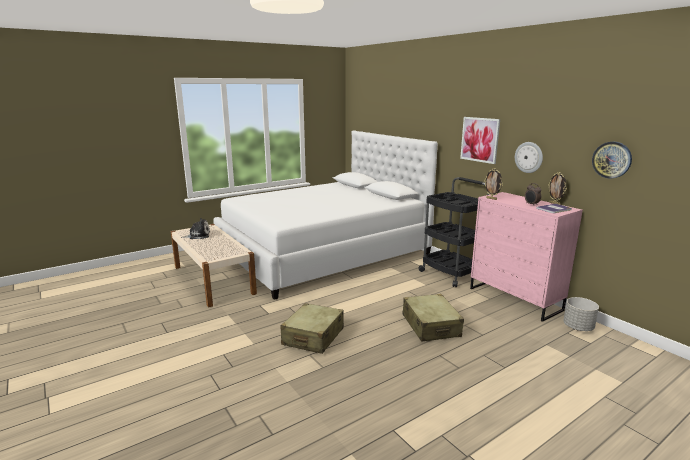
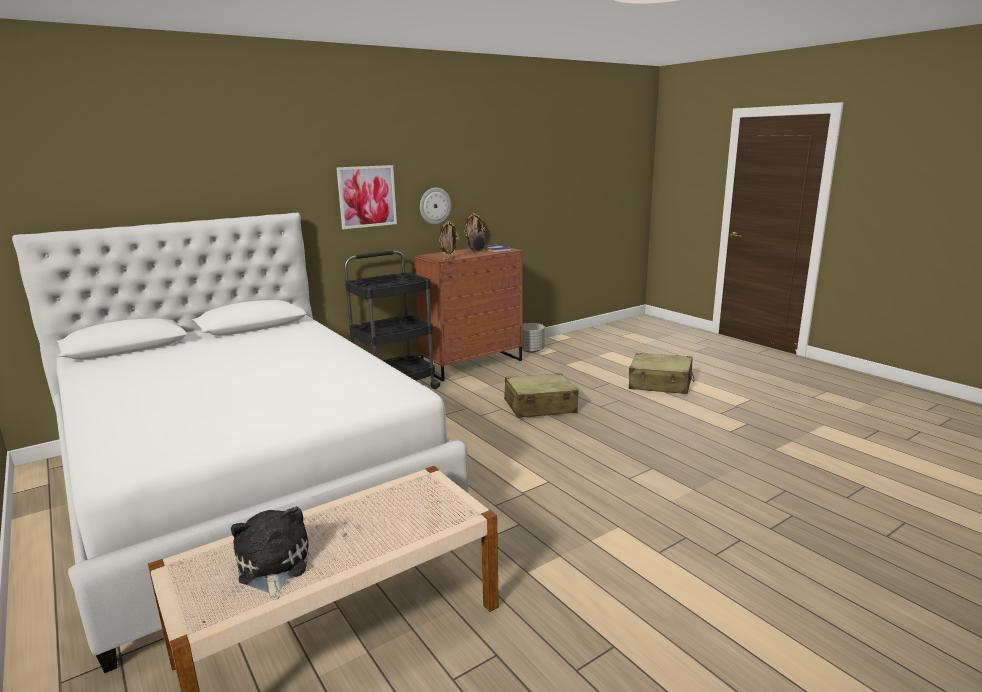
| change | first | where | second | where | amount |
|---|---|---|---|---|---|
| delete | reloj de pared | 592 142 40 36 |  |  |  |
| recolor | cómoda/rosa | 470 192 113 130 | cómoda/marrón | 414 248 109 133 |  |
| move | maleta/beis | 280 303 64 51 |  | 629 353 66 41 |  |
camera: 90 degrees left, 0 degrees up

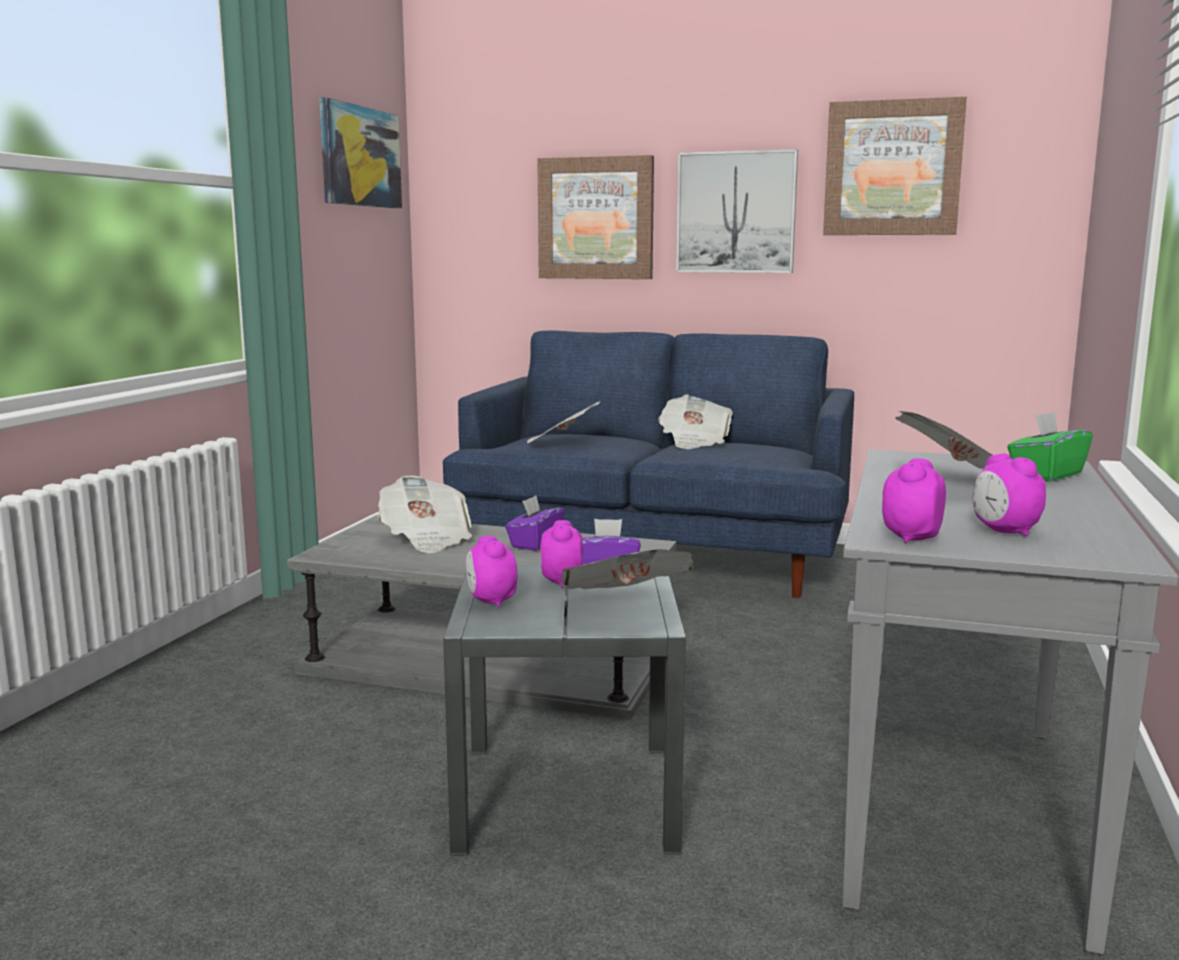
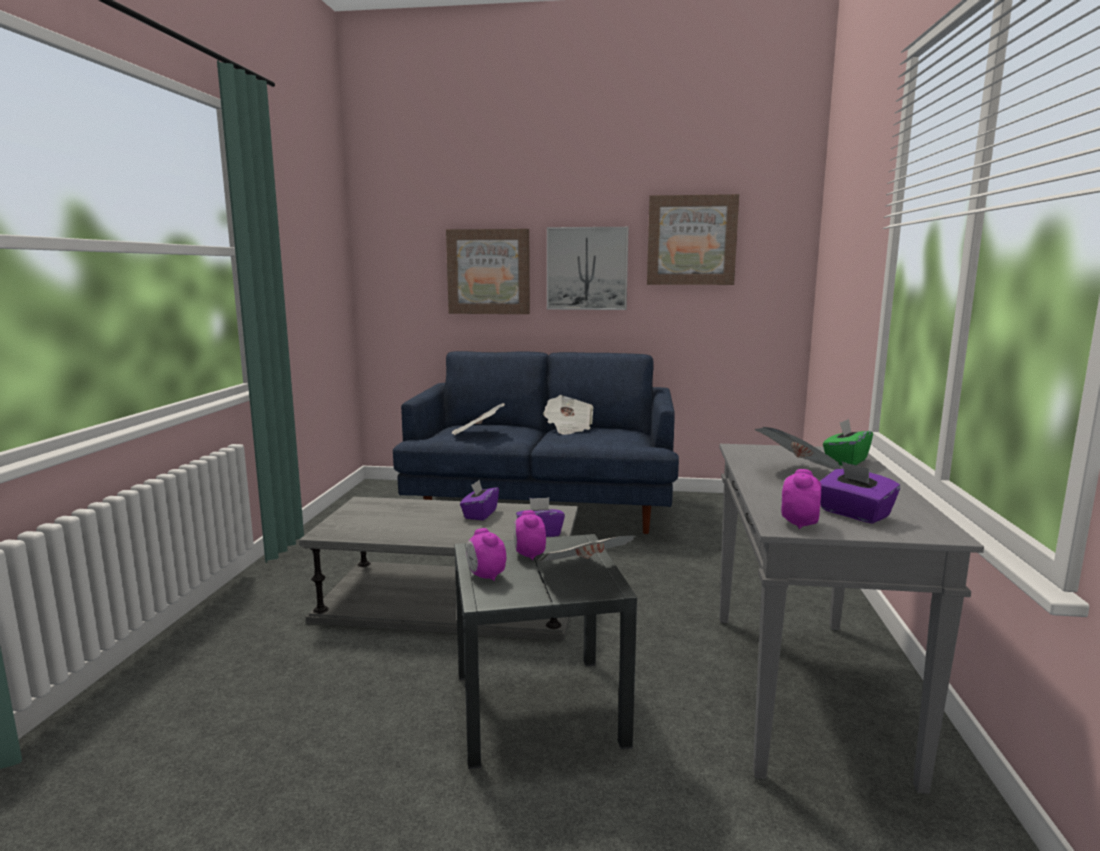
| change | first | where | second | where | amount |
|---|---|---|---|---|---|
| delete | cuadro | 319 97 83 111 |  |  |  |
| replace | despertador | 972 453 74 83 | caja de pañuelos/morado | 820 462 80 62 |  |
| delete | periódico | 378 475 94 78 |  |  |  |
camera: 10 degrees left, 0 degrees up

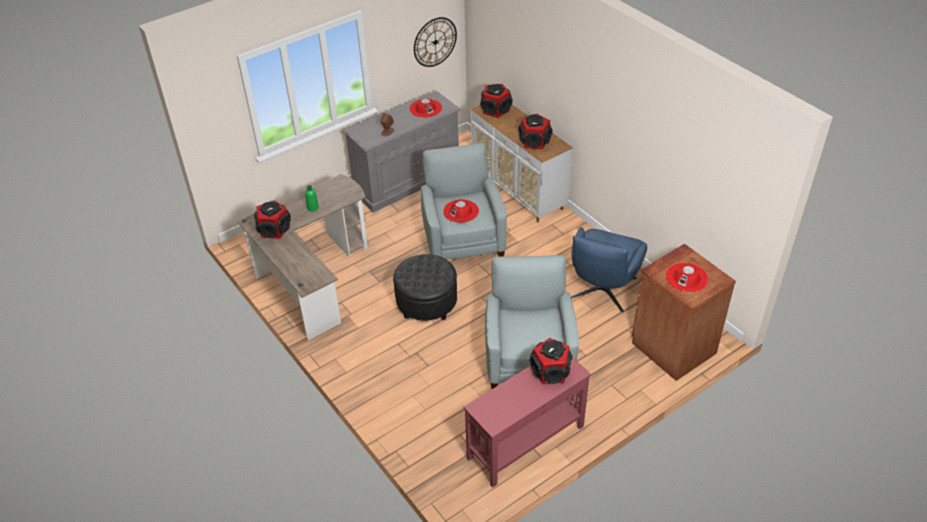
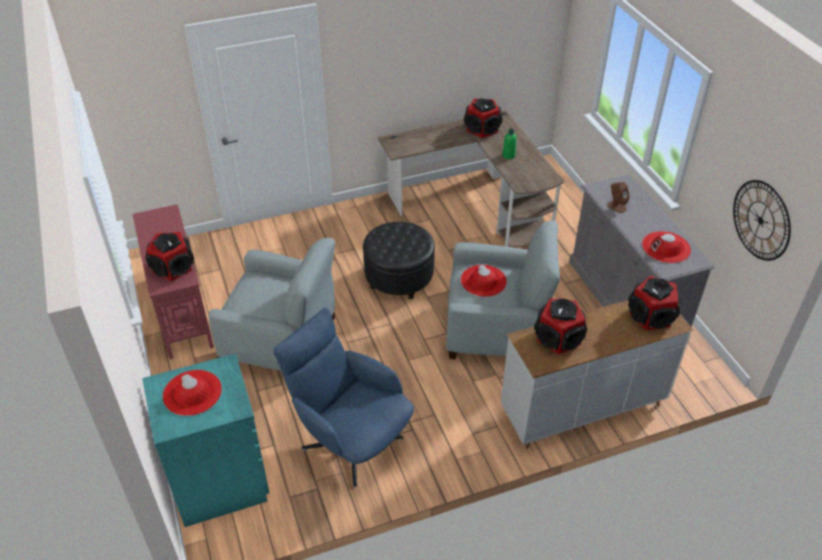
| change | first | where | second | where | amount |
|---|---|---|---|---|---|
| recolor | cómoda/marrón | 632 244 104 137 | cómoda/turquesa | 142 353 128 174 |  |
camera: 105 degrees right, 0 degrees up

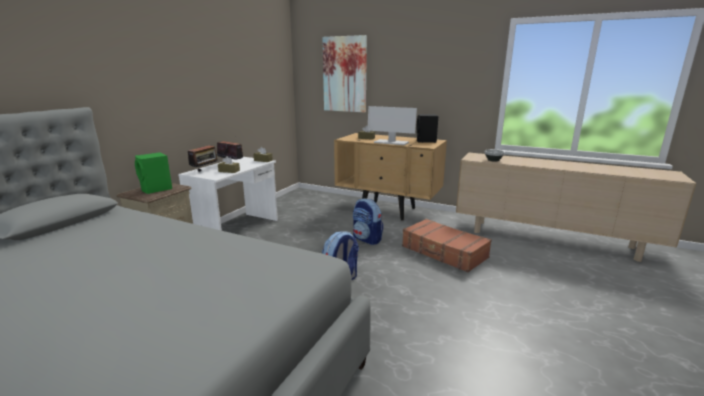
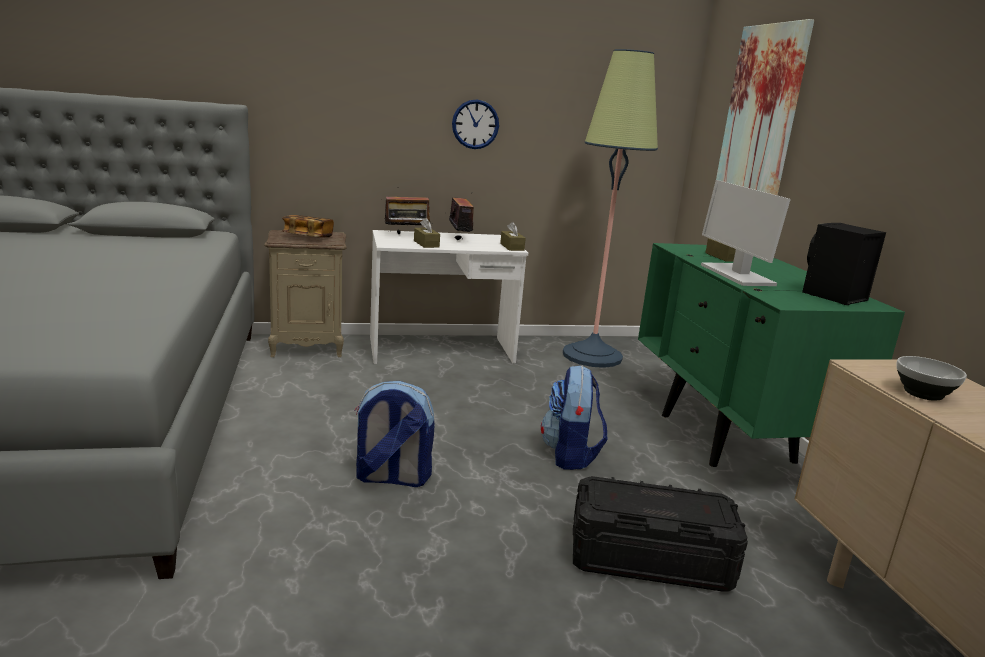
| change | first | where | second | where | amount |
|---|---|---|---|---|---|
| recolor | cómoda/beis | 334 133 113 87 | cómoda/verde | 638 243 267 224 |  |
| replace | altavoz/verde | 135 152 37 42 | libro | 282 215 52 23 |  |
| replace | maleta/marrón | 402 219 90 53 | caja de almacenaje/negro | 573 476 175 116 |  |
| insert |  |  | lámpara de pie | 563 49 95 319 |  |
| insert |  |  | reloj de pared | 452 100 47 49 |  |
camera: 50 degrees right, 0 degrees up

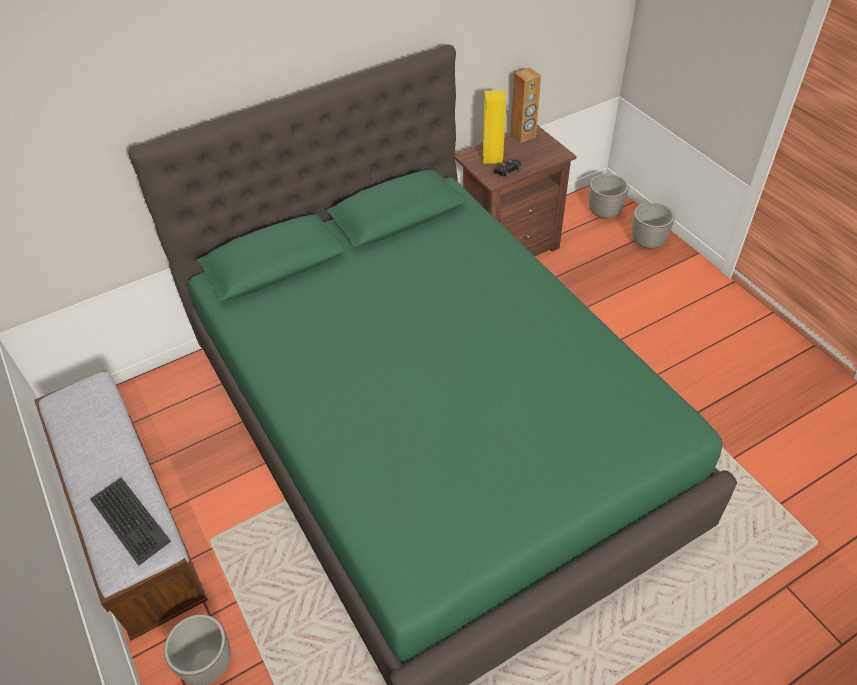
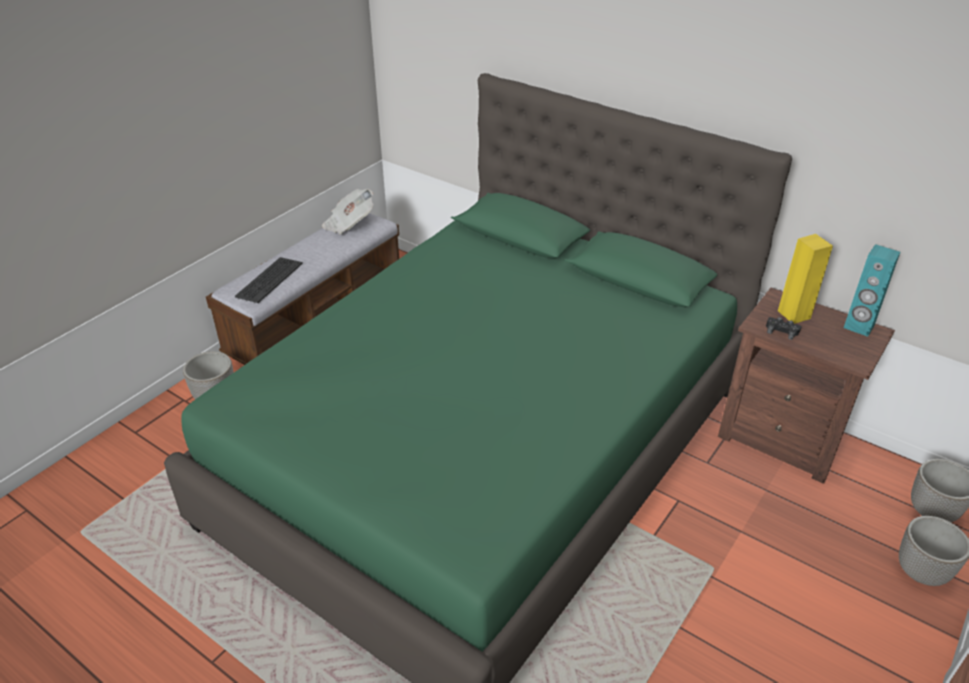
| change | first | where | second | where | amount |
|---|---|---|---|---|---|
| recolor | altavoz/marrón | 511 68 30 75 | altavoz/turquesa | 844 244 56 93 |  |
| insert |  |  | periódico | 322 189 52 46 |  |
camera: 65 degrees right, 10 degrees down

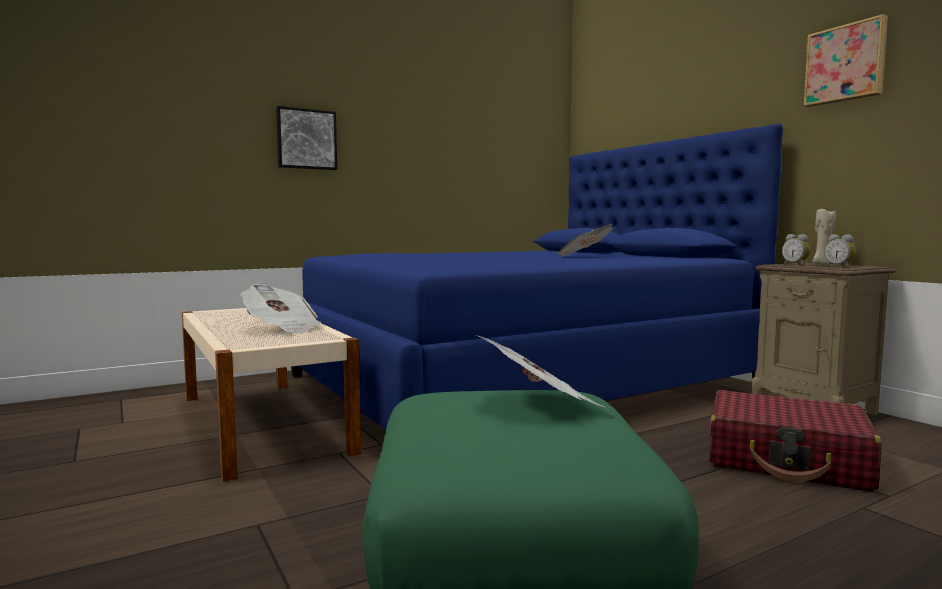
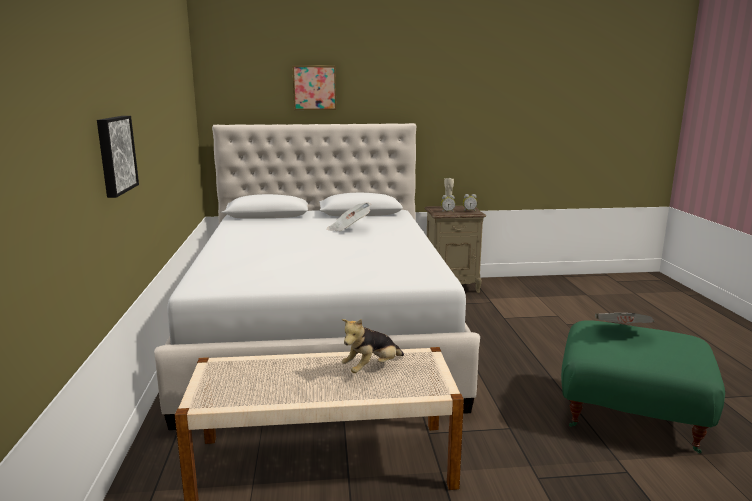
| change | first | where | second | where | amount |
|---|---|---|---|---|---|
| move | cuadro | 803 14 85 93 |  | 292 66 44 44 |  |
| recolor | cama/azul | 291 123 492 307 | cama/blanco | 154 123 326 307 |  |
| replace | periódico | 241 284 80 50 | peluche | 342 319 62 54 |  |
| delete | maleta/rojo | 709 390 173 102 |  |  |  |
camera: 65 degrees left, 10 degrees up

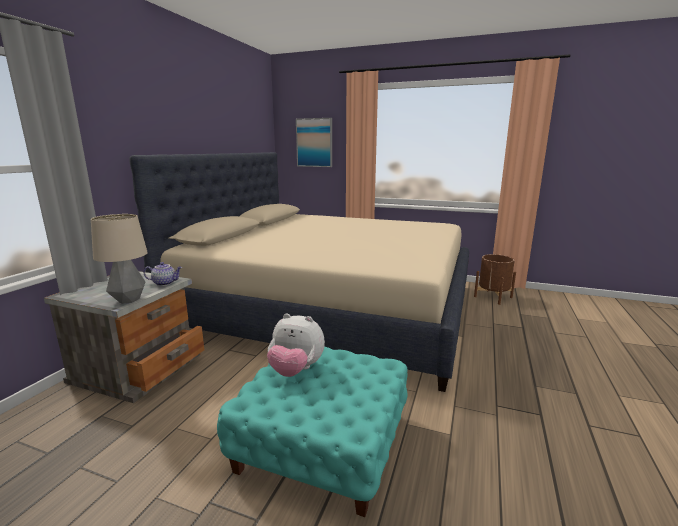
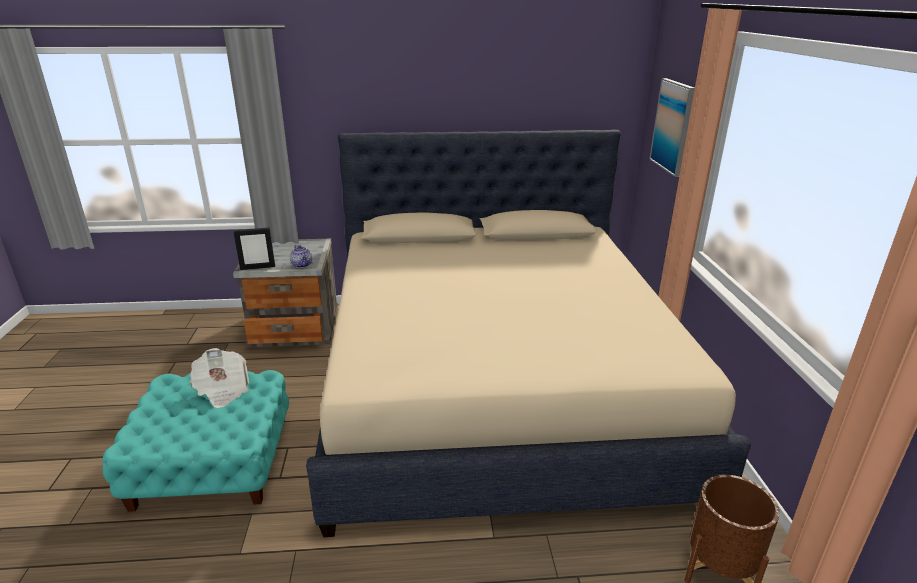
| change | first | where | second | where | amount |
|---|---|---|---|---|---|
| replace | lámpara de mesa | 91 214 57 90 | portarretratos | 234 227 41 43 |  |
| replace | peluche | 267 313 58 64 | periódico | 190 348 59 60 |  |
camera: 65 degrees right, 10 degrees up

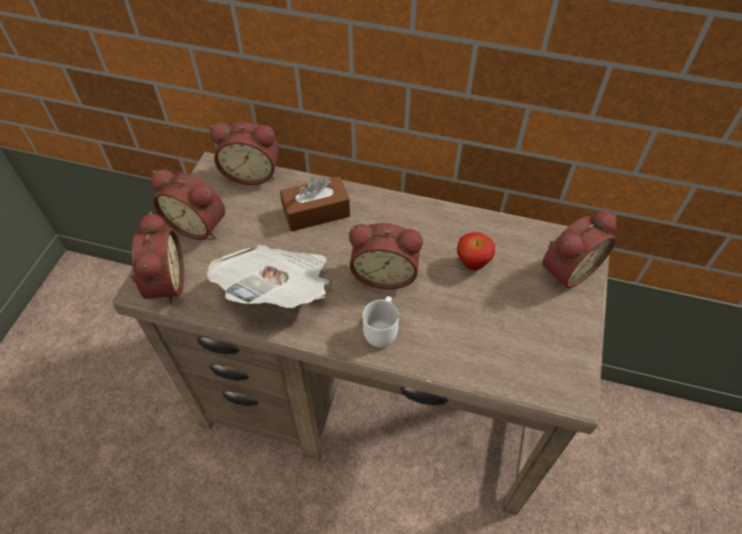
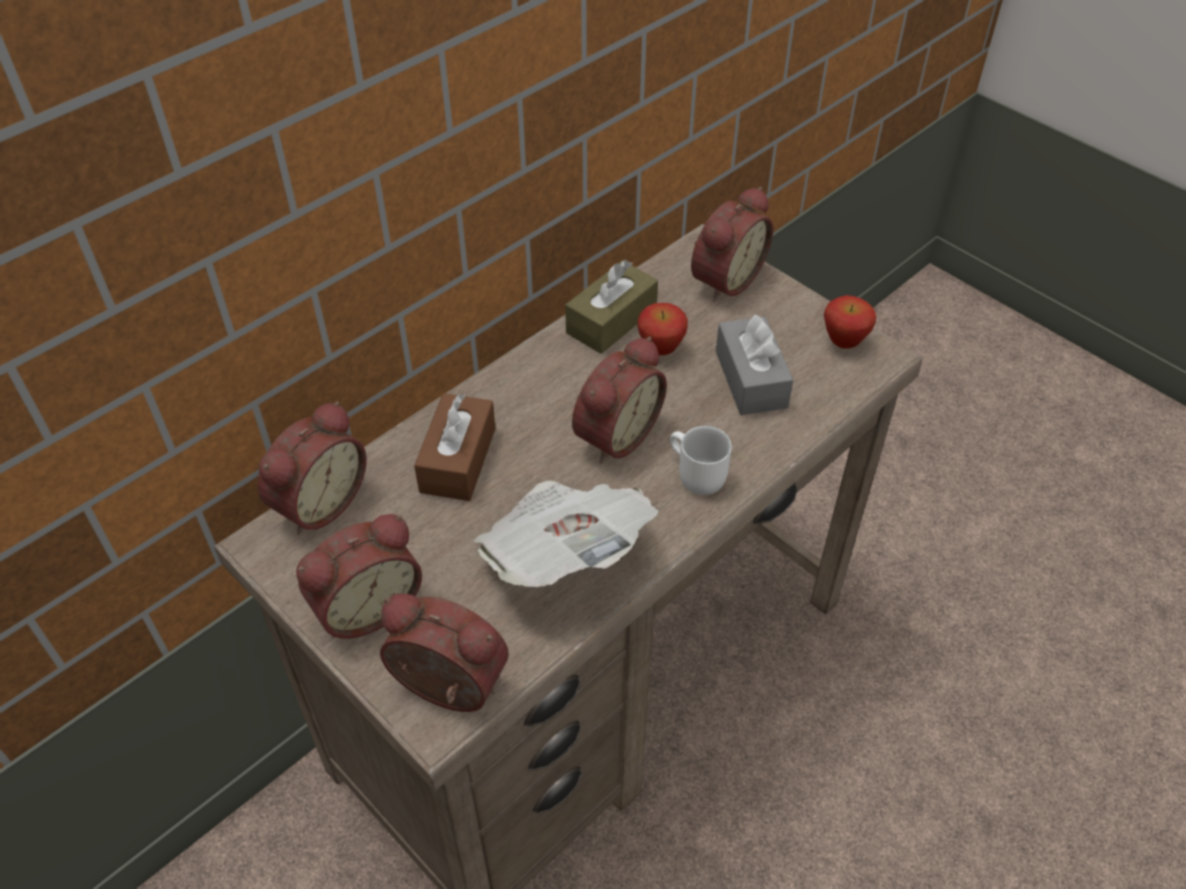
| change | first | where | second | where | amount |
|---|---|---|---|---|---|
| rotate | despertador | 542 211 75 77 |  | 691 187 82 115 | 45 degrees clockwise |
| insert |  |  | caja de pañuelos/marrón | 565 260 93 94 |  |
| insert |  |  | manzana | 824 295 52 54 |  |
| insert |  |  | caja de pañuelos/gris | 716 313 77 102 |  |
camera: 60 degrees left, 5 degrees down

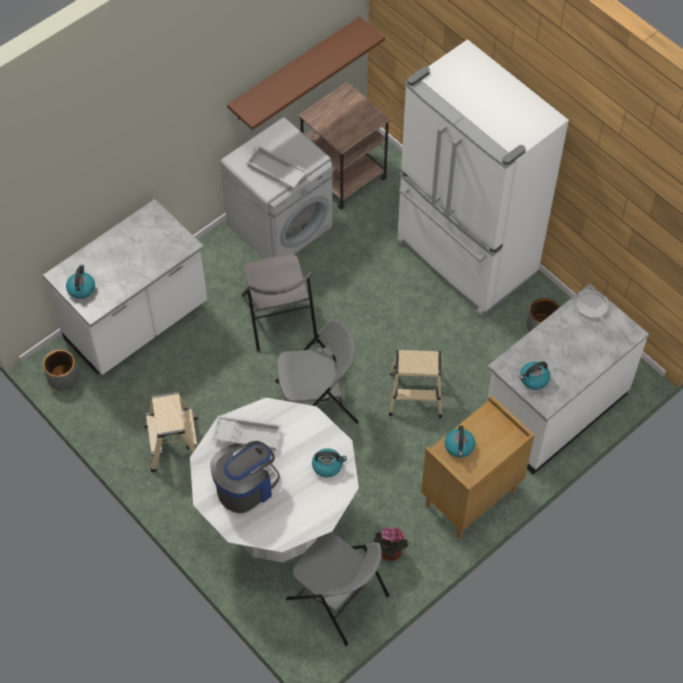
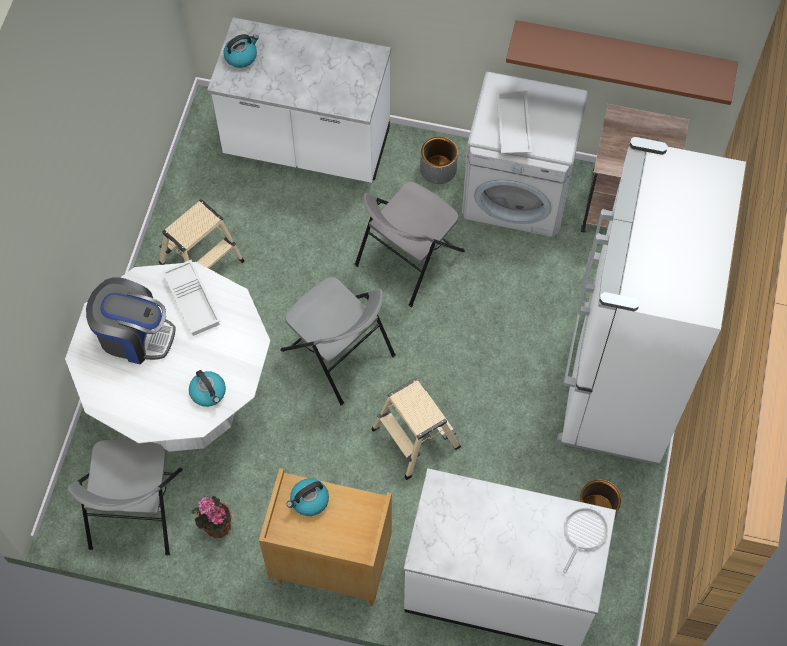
| change | first | where | second | where | amount |
|---|---|---|---|---|---|
| move | maceta/gris | 43 349 37 42 |  | 420 137 38 47 |  |
| delete | hervidor | 519 361 31 29 |  |  |  |
camera: 55 degrees right, 5 degrees up

